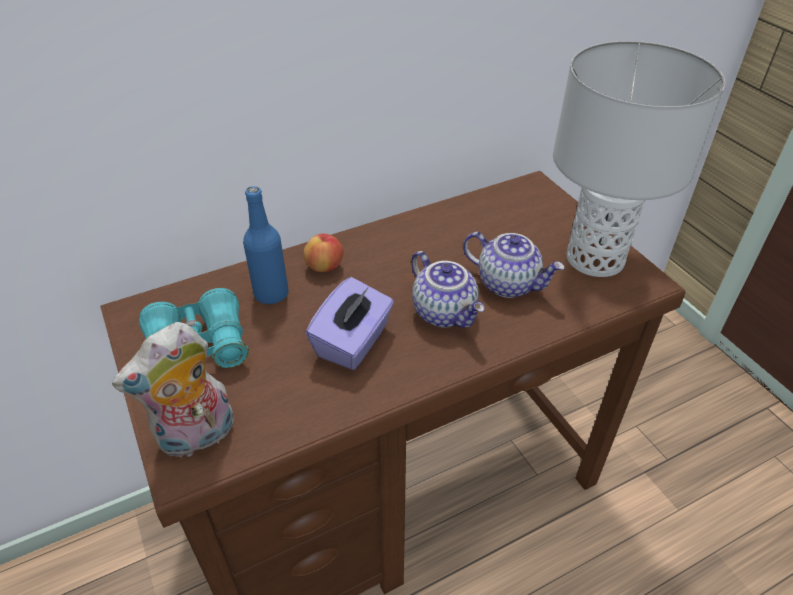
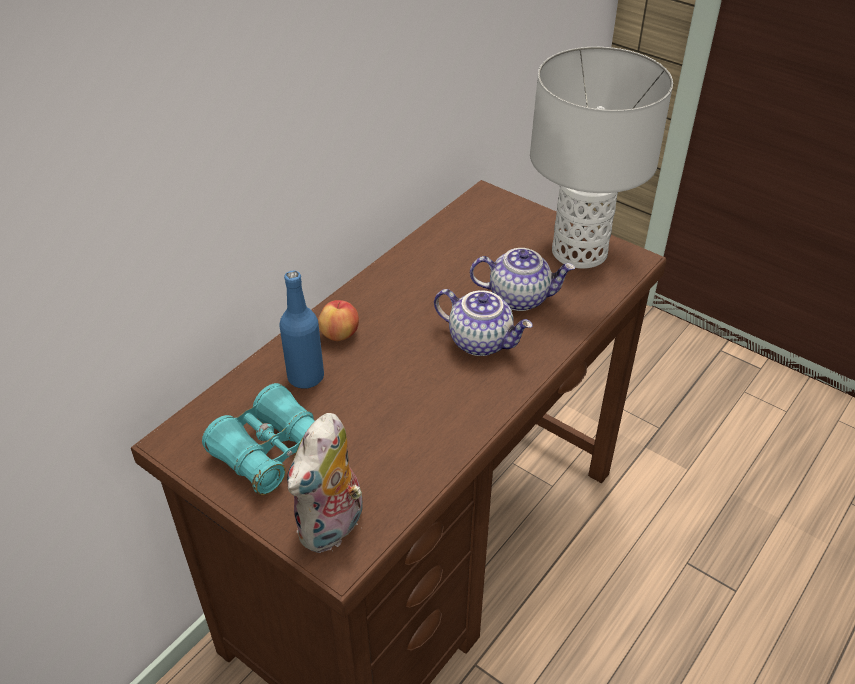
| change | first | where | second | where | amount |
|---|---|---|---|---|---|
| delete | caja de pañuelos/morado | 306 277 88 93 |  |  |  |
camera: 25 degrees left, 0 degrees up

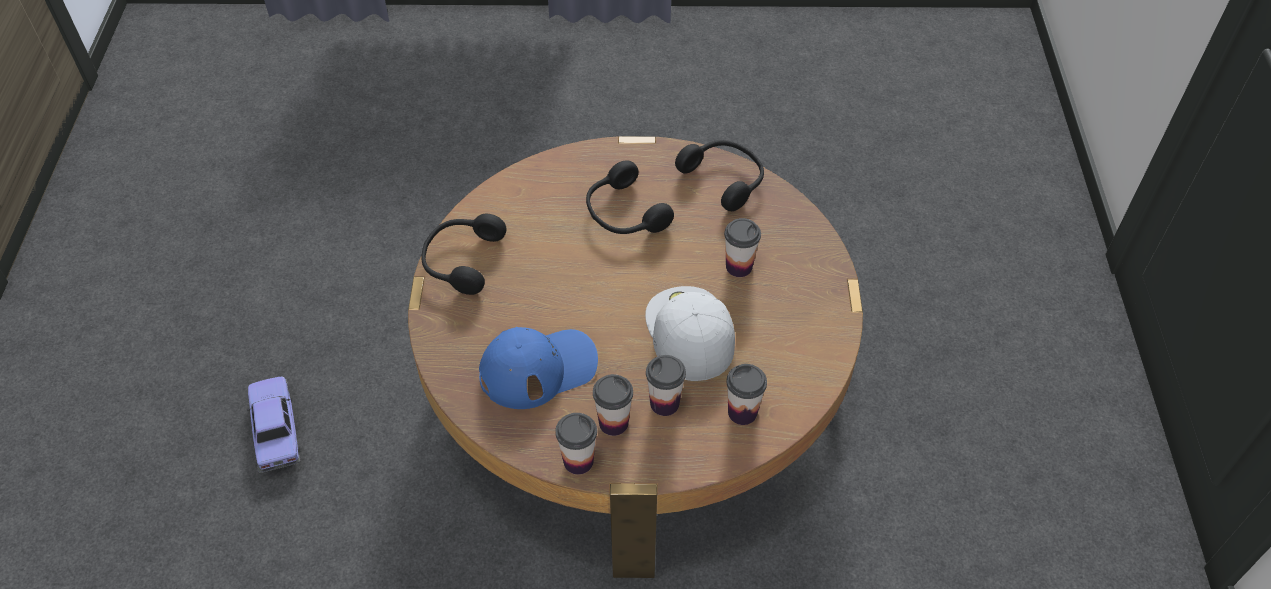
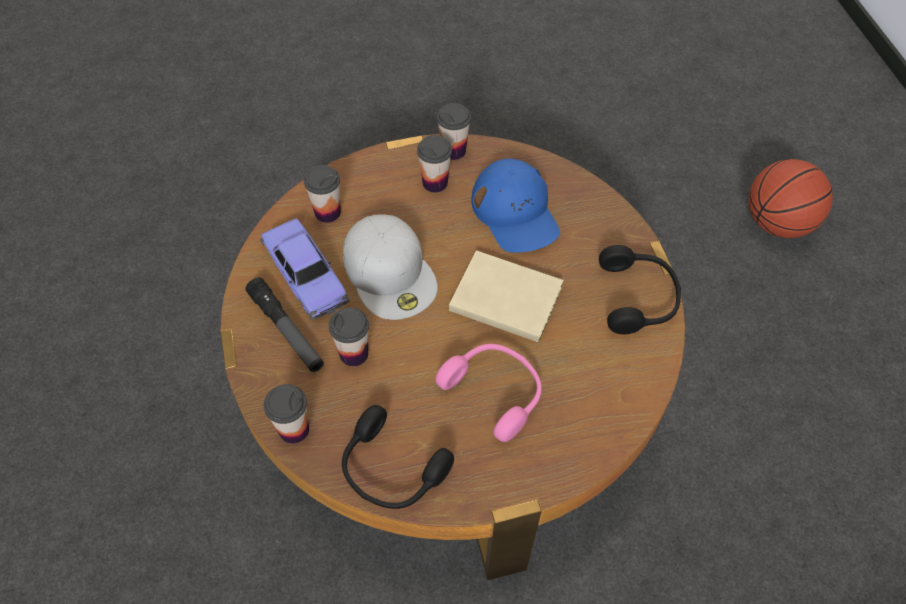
| change | first | where | second | where | amount |
|---|---|---|---|---|---|
| recolor | auriculares/negro | 586 160 88 74 | auriculares/rosa | 435 344 107 98 |  |
| rotate | gorra/azul | 479 327 119 82 |  | 471 159 89 93 | 75 degrees counterclockwise |
| move | taza | 646 355 40 61 |  | 264 384 45 60 |  |
| move | coche de juguete | 247 377 54 96 |  | 260 219 90 101 |  |
| insert |  |  | balón de baloncesto | 749 159 84 79 |  |
| insert |  |  | libro/beis | 449 250 115 92 |  |
| insert |  |  | linterna | 245 277 79 95 |  |
camera: 165 degrees right, 5 degrees up

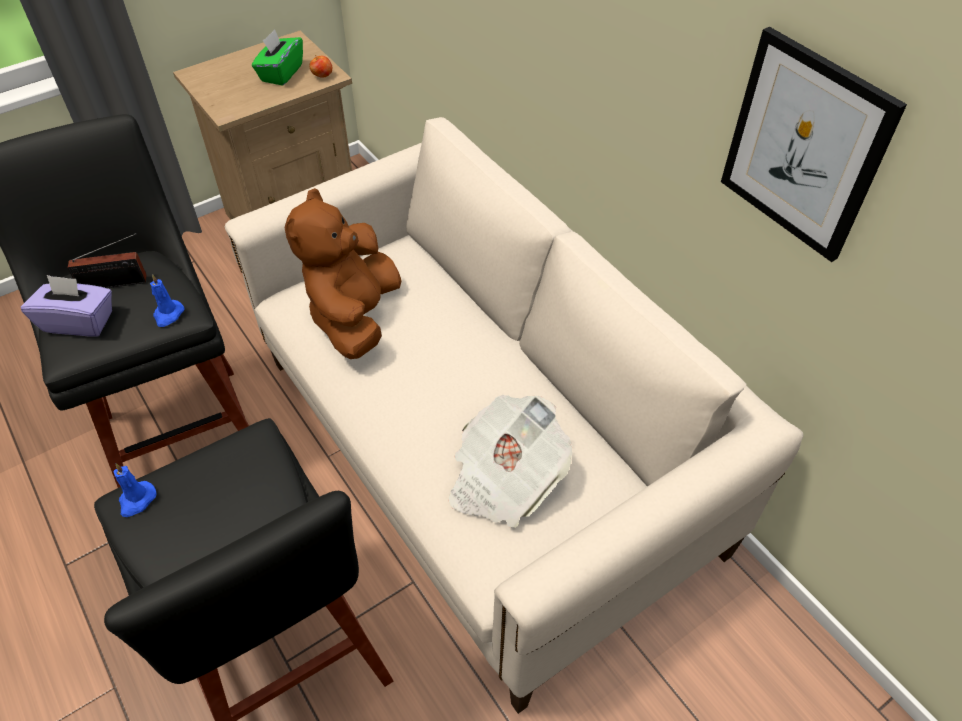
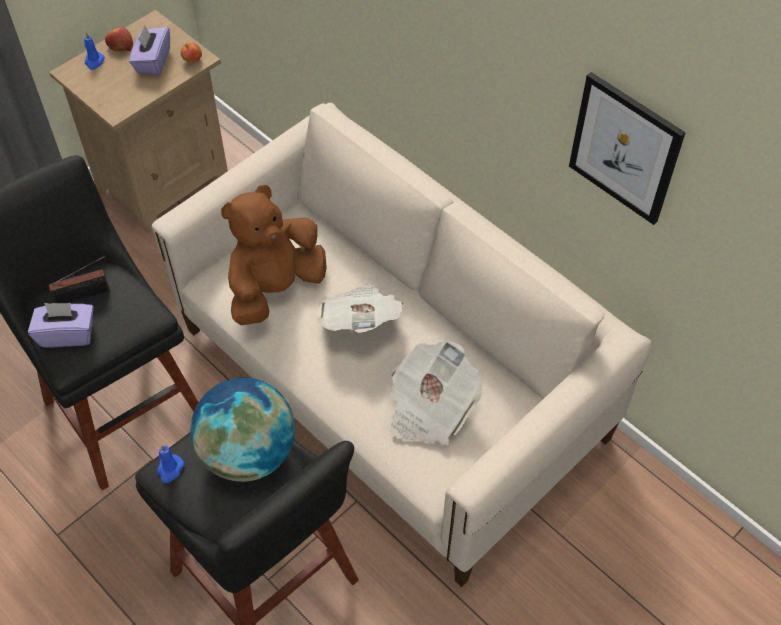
| change | first | where | second | where | amount |
|---|---|---|---|---|---|
| recolor | caja de pañuelos/verde | 252 29 51 57 | caja de pañuelos/morado | 129 25 41 50 |  |
| rotate | peluche/marrón | 285 188 117 171 |  | 221 185 106 140 | 45 degrees clockwise |
| move | vela/azul | 150 274 34 53 |  | 84 32 21 38 |  |
| insert |  |  | manzana | 105 27 28 24 |  |
| insert |  |  | periódico | 317 283 87 50 |  |
| insert |  |  | globo terráqueo | 190 378 105 104 |  |
camera: 10 degrees left, 5 degrees up

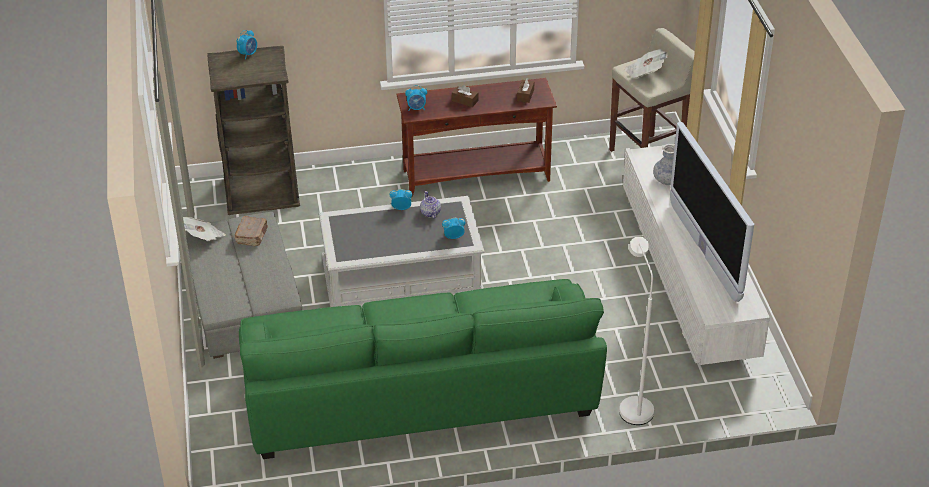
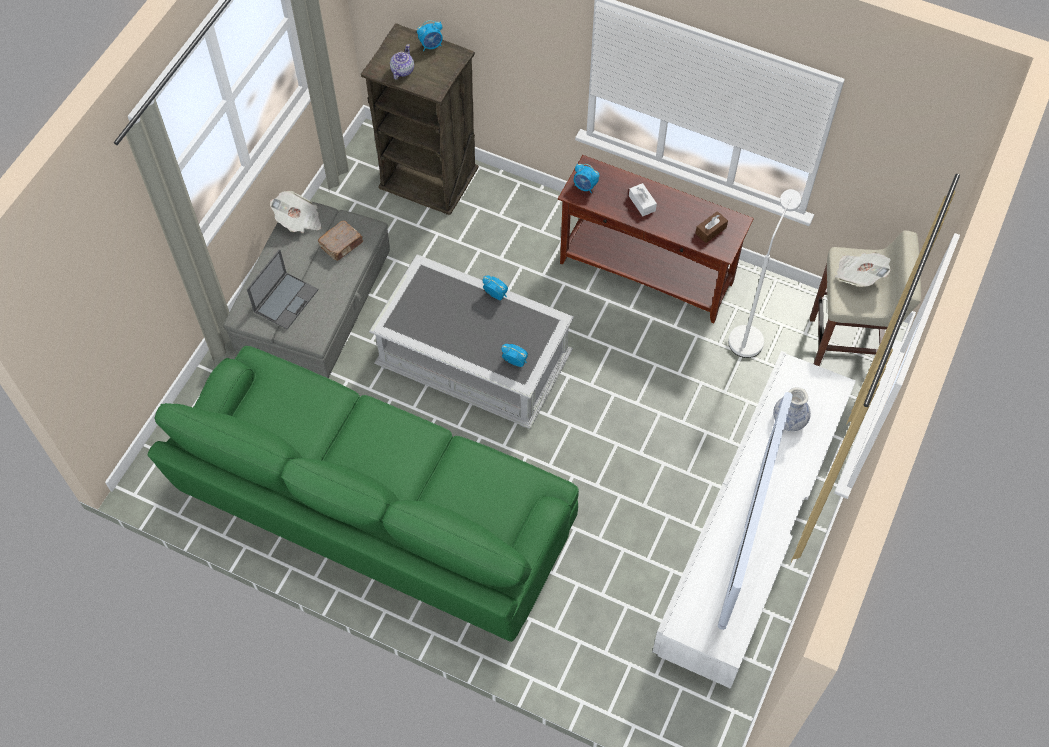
| change | first | where | second | where | amount |
|---|---|---|---|---|---|
| recolor | caja de pañuelos/marrón | 452 85 26 22 | caja de pañuelos/blanco | 629 183 28 33 |  |
| move | tetera | 420 191 21 28 |  | 390 44 24 36 |  |
| move | lámpara de pie/blanco | 619 237 35 188 |  | 728 189 73 169 |  |
| insert |  |  | portátil | 247 249 72 80 |  |
camera: 35 degrees right, 20 degrees up

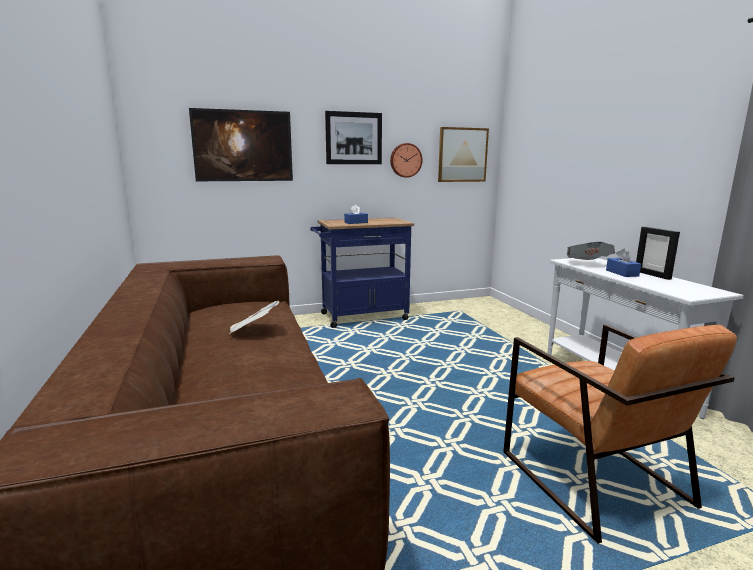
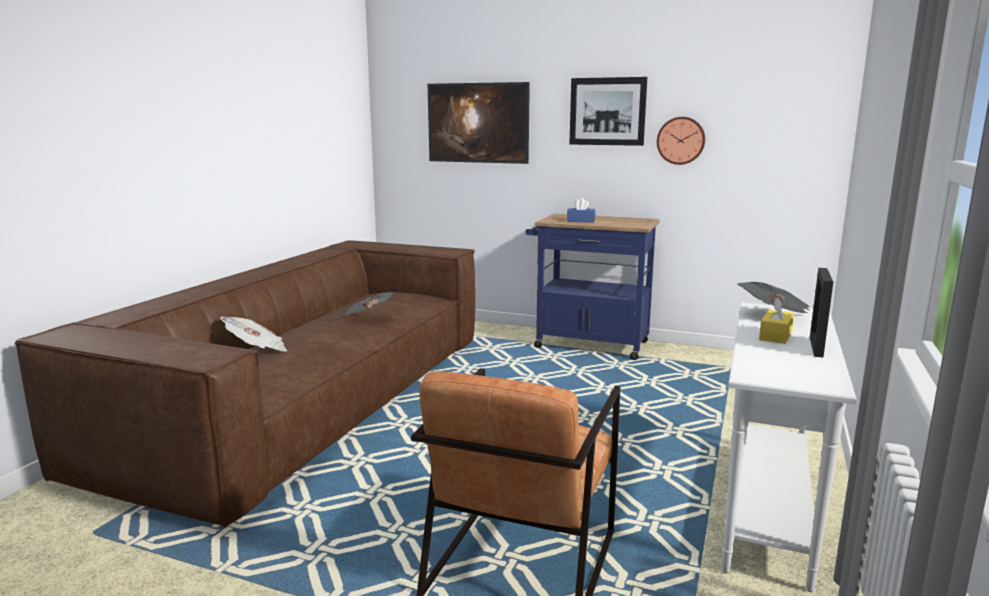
| change | first | where | second | where | amount |
|---|---|---|---|---|---|
| delete | cuadro | 438 127 51 55 |  |  |  |
| recolor | caja de pañuelos/azul | 606 249 35 28 | caja de pañuelos/amarillo | 759 297 35 47 |  |
| insert |  |  | periódico | 220 317 67 34 |  |
camera: 40 degrees right, 0 degrees up

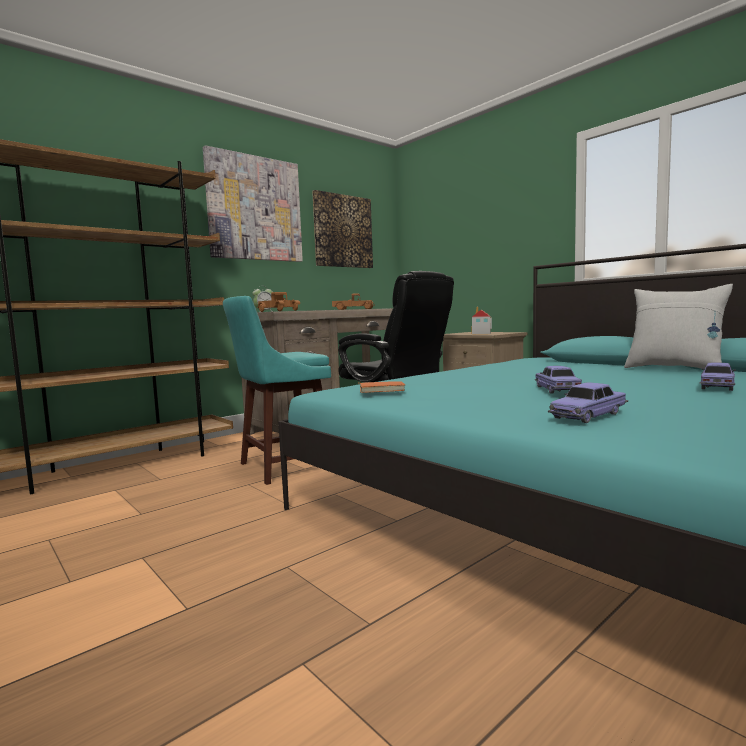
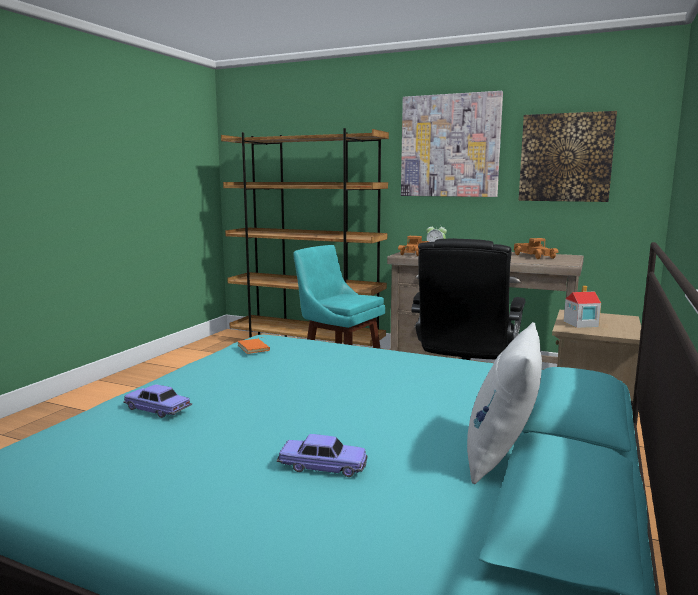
| change | first | where | second | where | amount |
|---|---|---|---|---|---|
| delete | coche de juguete | 535 366 47 27 |  |  |  |
camera: 65 degrees right, 5 degrees up

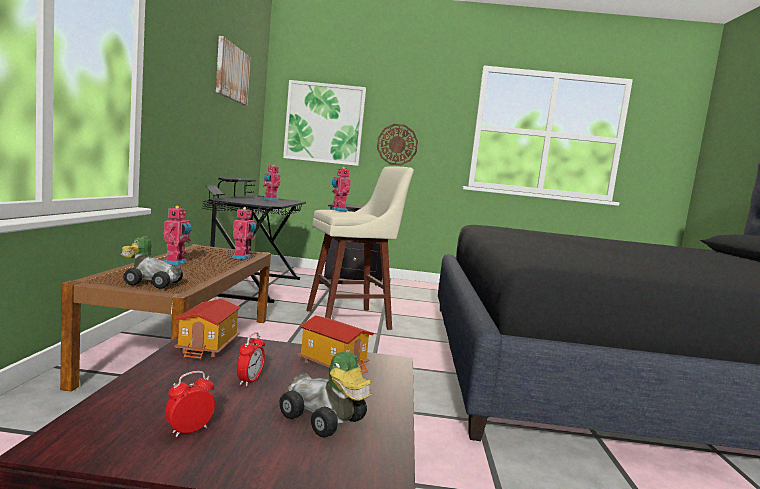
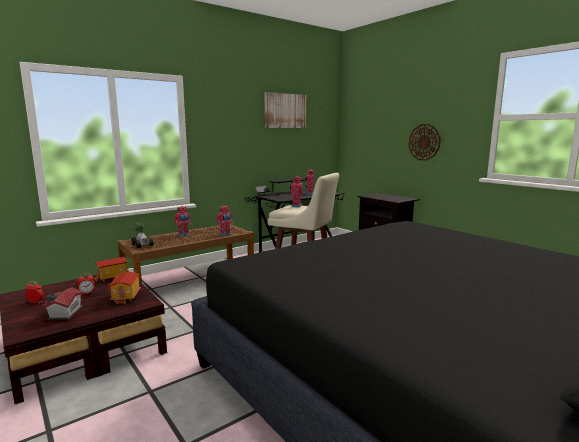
| change | first | where | second | where | amount |
|---|---|---|---|---|---|
| delete | cuadro | 283 80 83 86 |  |  |  |
| replace | coche de juguete | 279 352 92 86 | casita | 42 287 42 33 |  |
camera: 50 degrees right, 5 degrees up

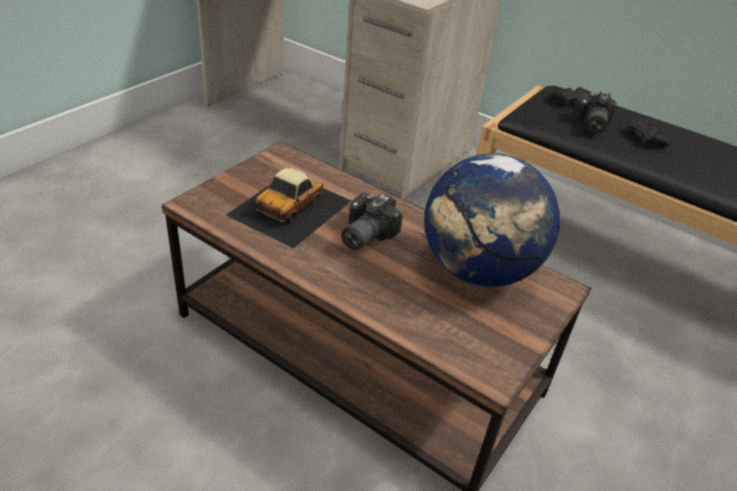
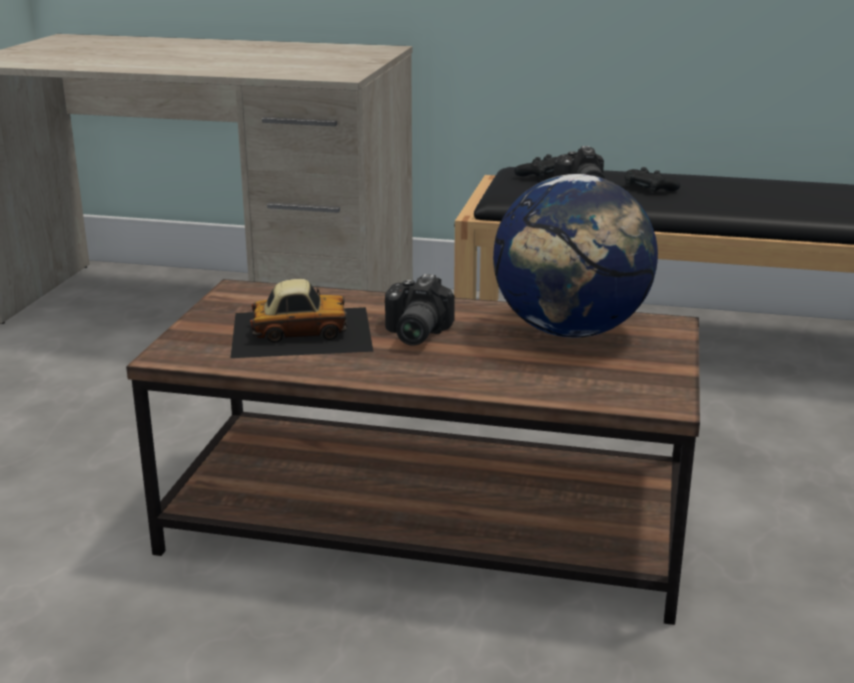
| change | first | where | second | where | amount |
|---|---|---|---|---|---|
| rotate | coche de juguete | 226 168 125 80 |  | 231 279 142 79 | 105 degrees counterclockwise |
camera: 20 degrees left, 15 degrees down

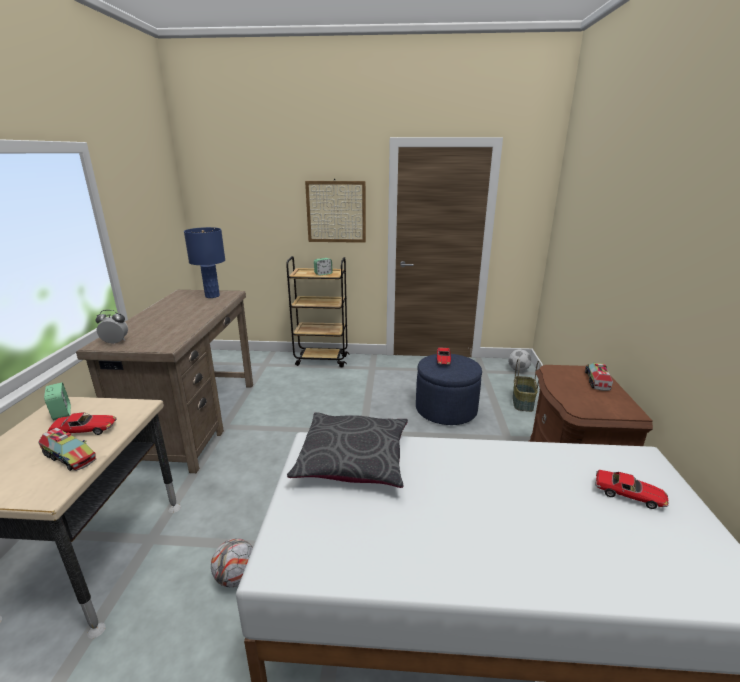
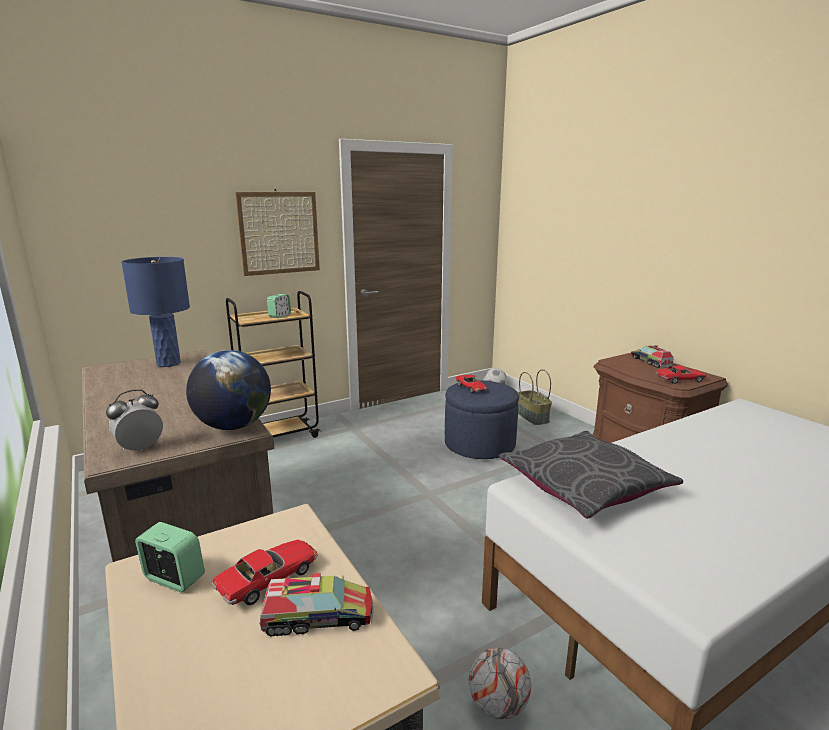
| change | first | where | second | where | amount |
|---|---|---|---|---|---|
| move | coche de juguete | 595 470 74 39 |  | 656 365 52 19 |  |
| insert |  |  | globo terráqueo | 186 350 85 80 |  |
camera: 35 degrees left, 5 degrees down

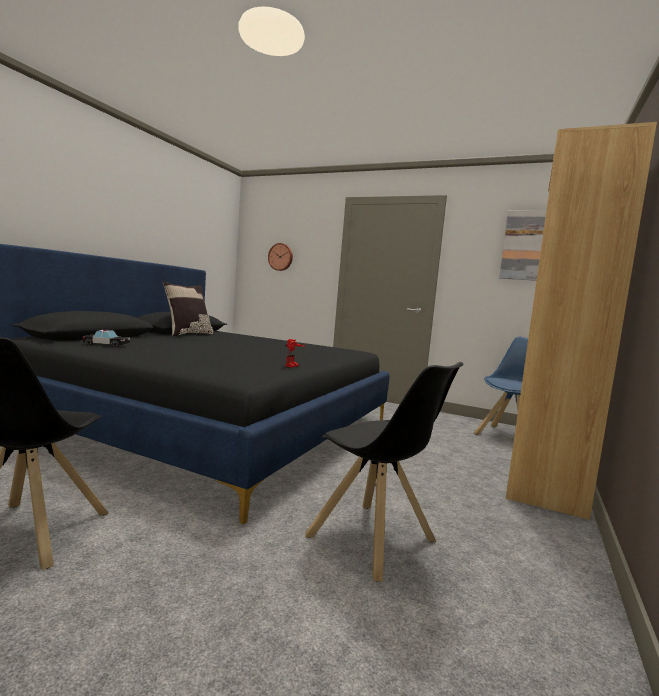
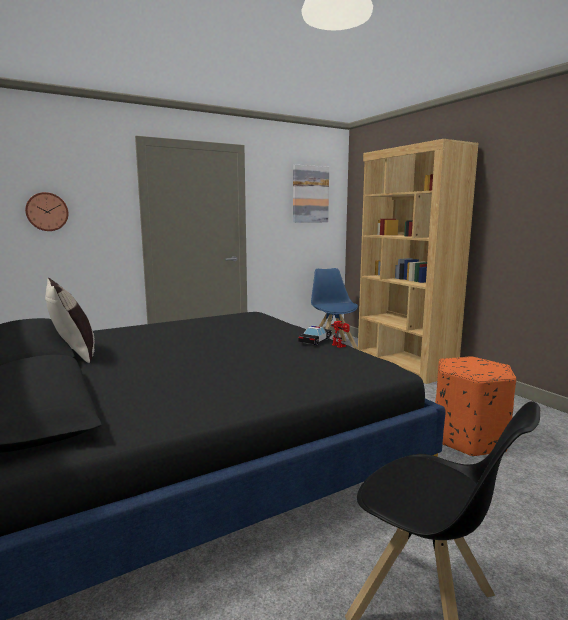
| change | first | where | second | where | amount |
|---|---|---|---|---|---|
| move | coche de juguete | 83 329 47 18 |  | 298 325 34 20 |  |
| replace | silla/negro | 305 362 158 220 | puf/naranja | 435 356 81 101 |  |
camera: 55 degrees left, 5 degrees up

